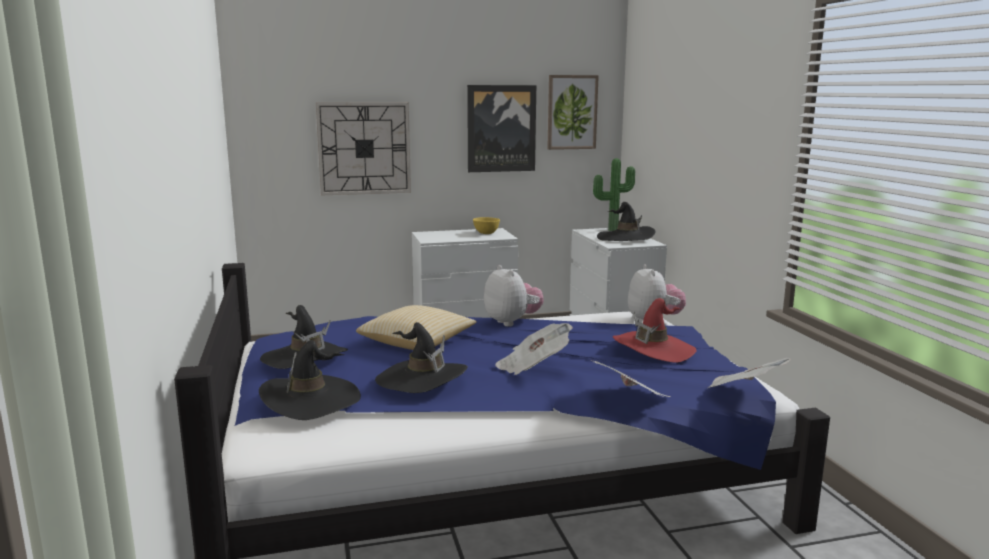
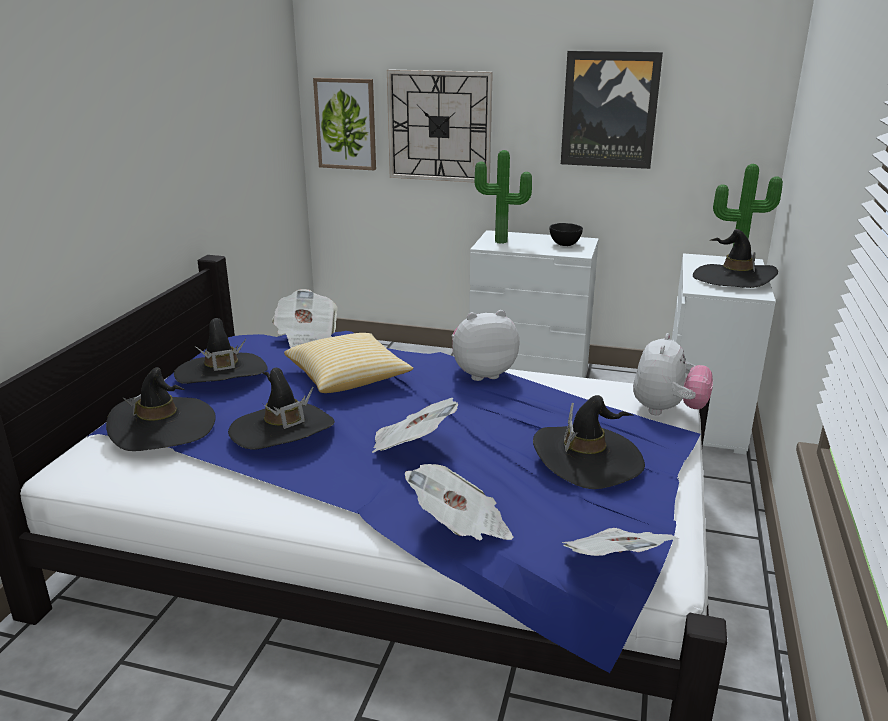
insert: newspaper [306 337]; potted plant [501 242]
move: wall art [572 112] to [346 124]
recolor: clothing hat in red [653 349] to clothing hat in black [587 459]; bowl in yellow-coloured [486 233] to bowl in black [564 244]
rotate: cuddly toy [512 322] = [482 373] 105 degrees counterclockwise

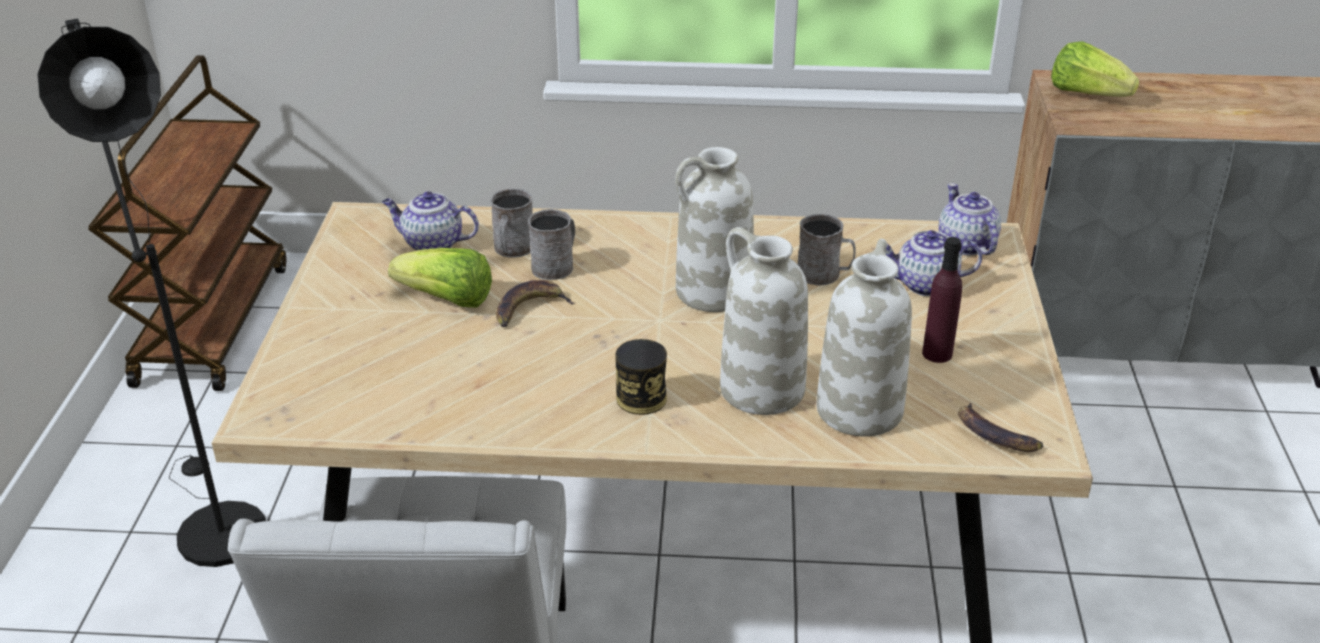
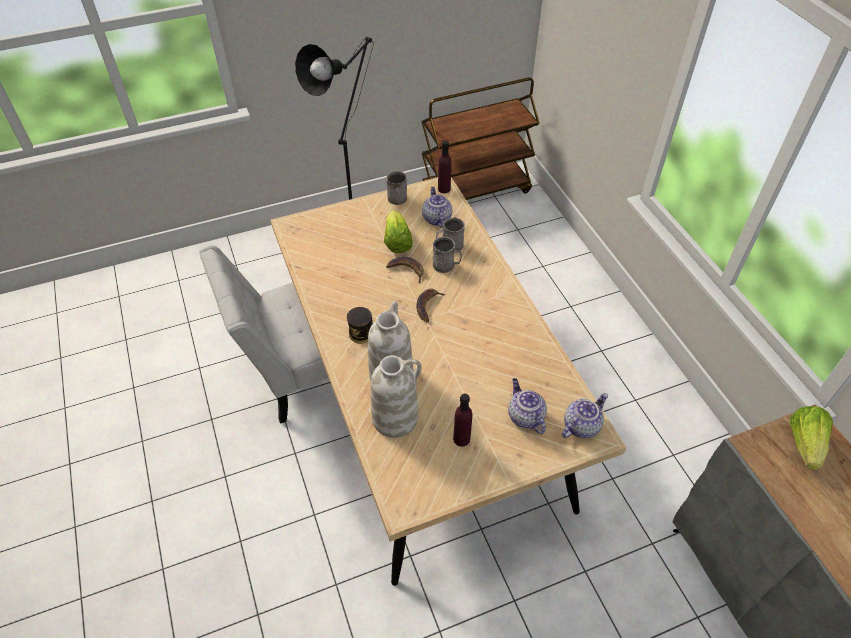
delete: flower vase in white-coloured [713 292]
insert: beverage bottle in purple-coloured [444 189]
move: coffee mug in greyish [824 274] to [397 200]; banana [993 435] to [428 306]

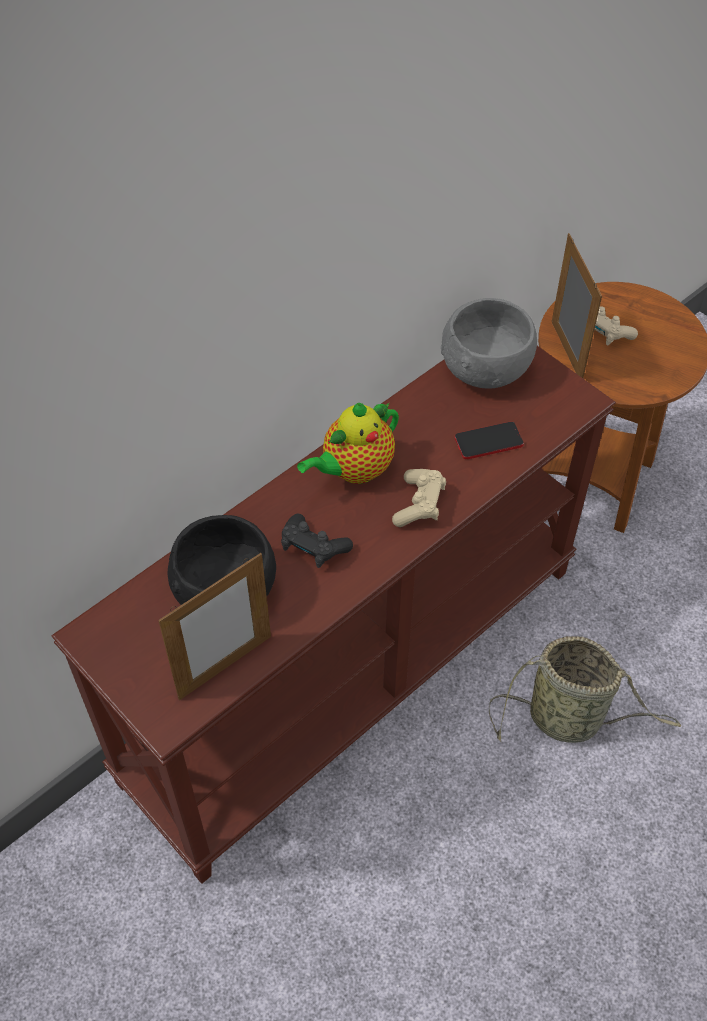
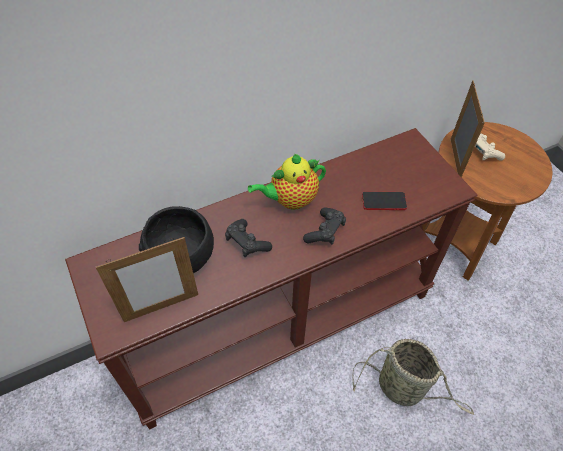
delete: bowl in greyish [486 369]
recolor: game controller in beige [419 505] to game controller in black [325 232]

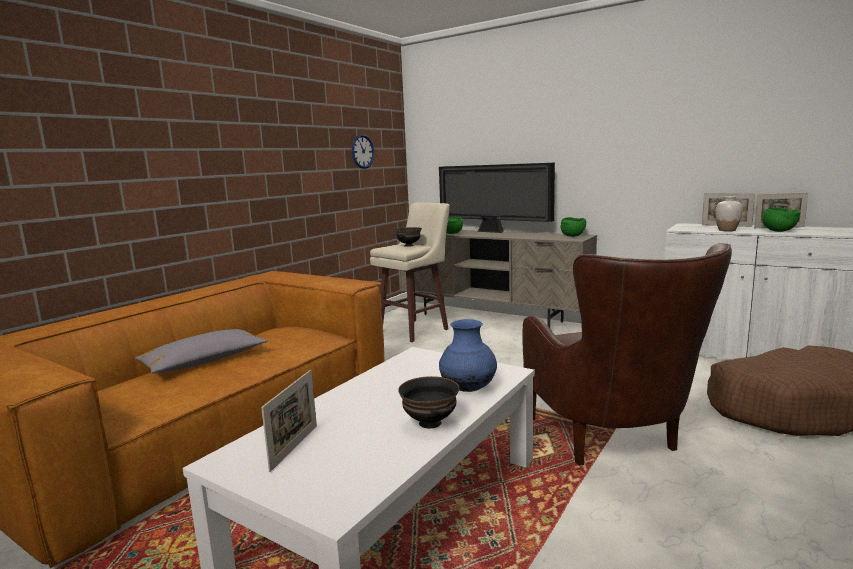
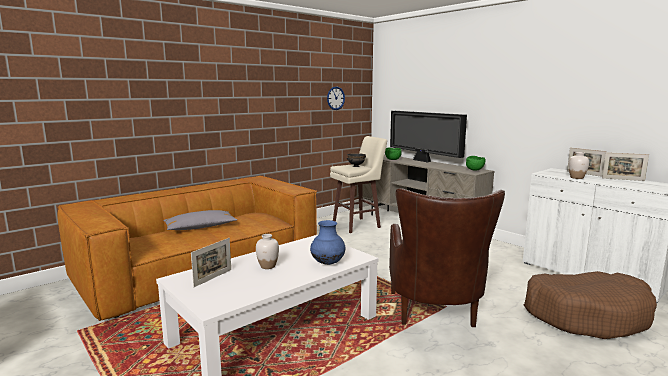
delete: bowl in black [429 423]; bowl in greenish [777 231]
insert: flower vase in white-coloured [267 266]

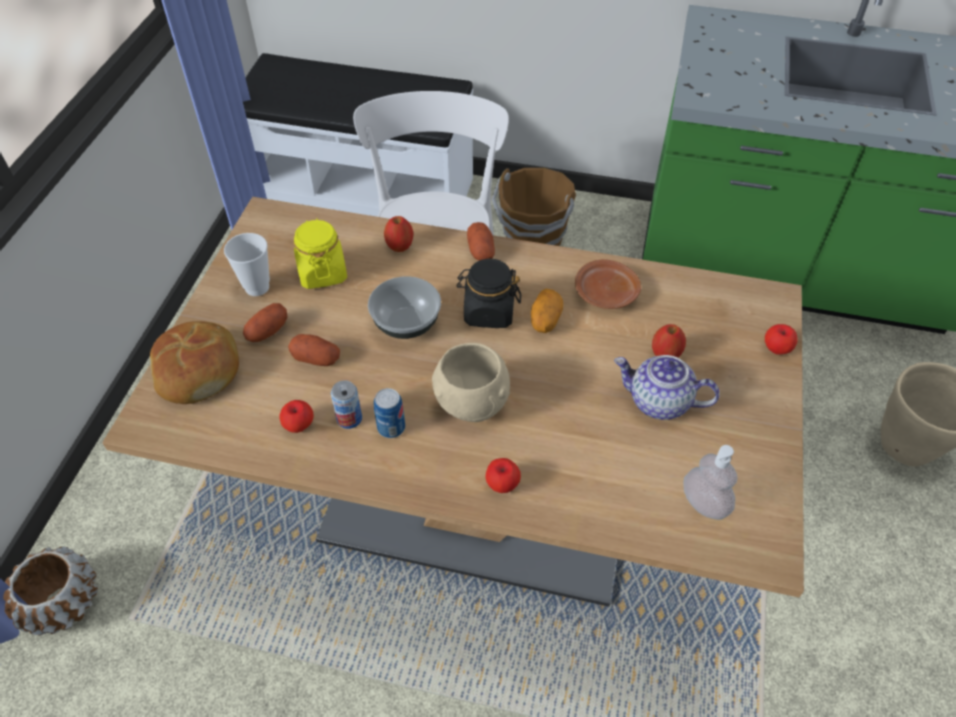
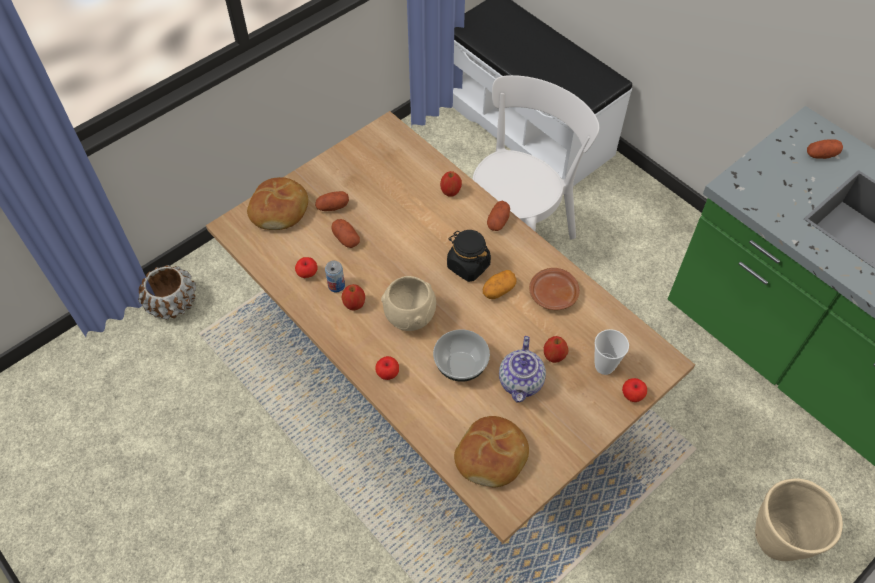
delete: storage jar in yellow-coloured [322 272]; pail in brown-coloured [533 240]
insert: spud [821 155]
move: bowl [407 323] to [461 365]; small cup [257 287] to [604 366]
replace: metal can [391 427] to whole apple [354 304]; soap bottle [704 503] to bakery bread [492 456]
rotate: pot for tea [658 402] = [521 382] 135 degrees counterclockwise

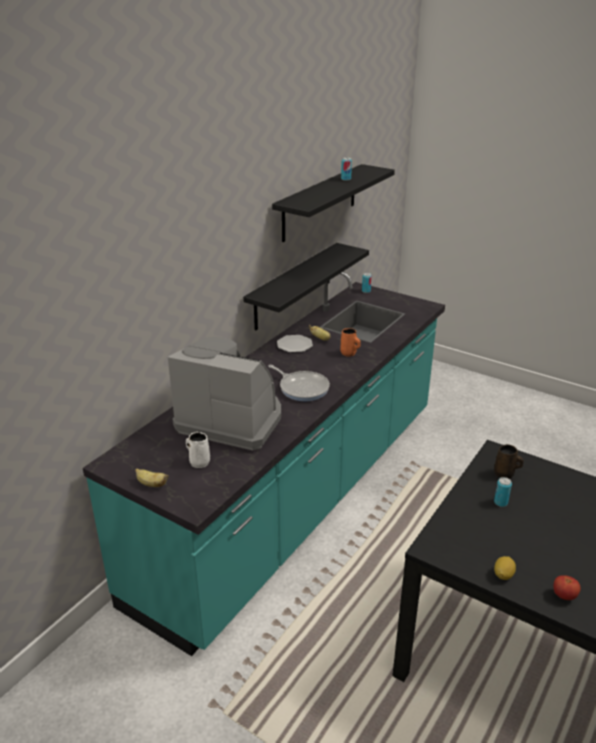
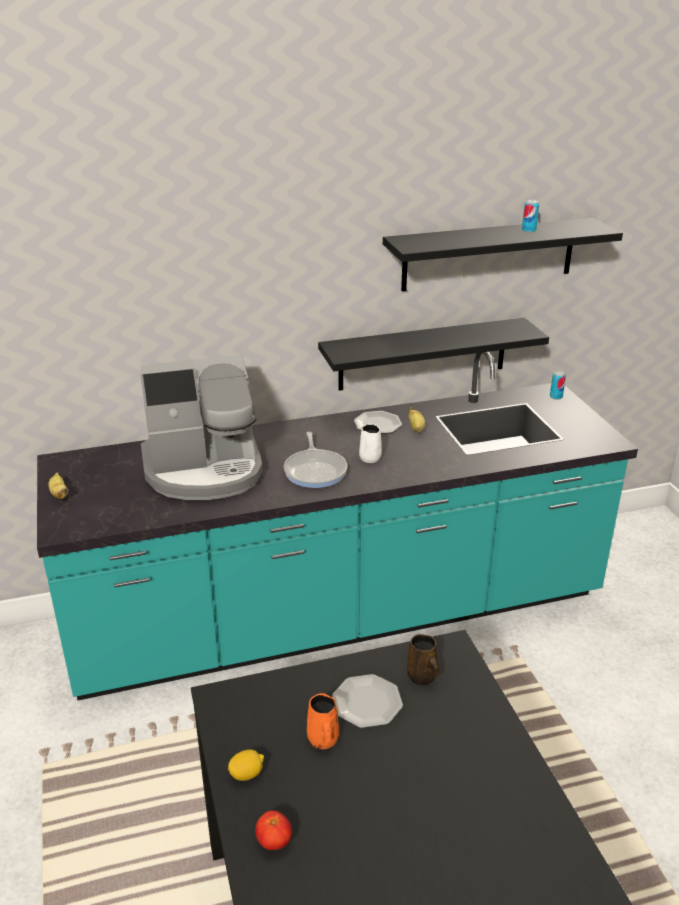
move: coffee mug in orangey [349 353] to [323 740]; coffee mug in white-coloured [199 462] to [370 457]
replace: metal can [500 502] to plate [366 703]
rotate: coffee maker [231 419] = [204 470] 105 degrees clockwise

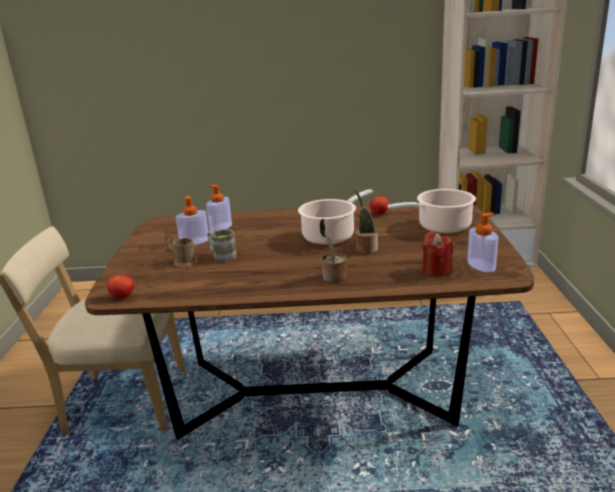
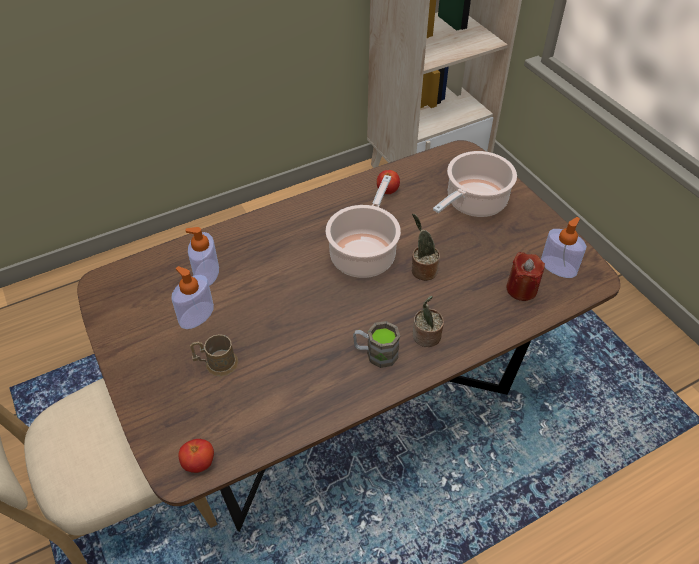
move: coffee mug in brown-coloured [221 256] to [375 353]

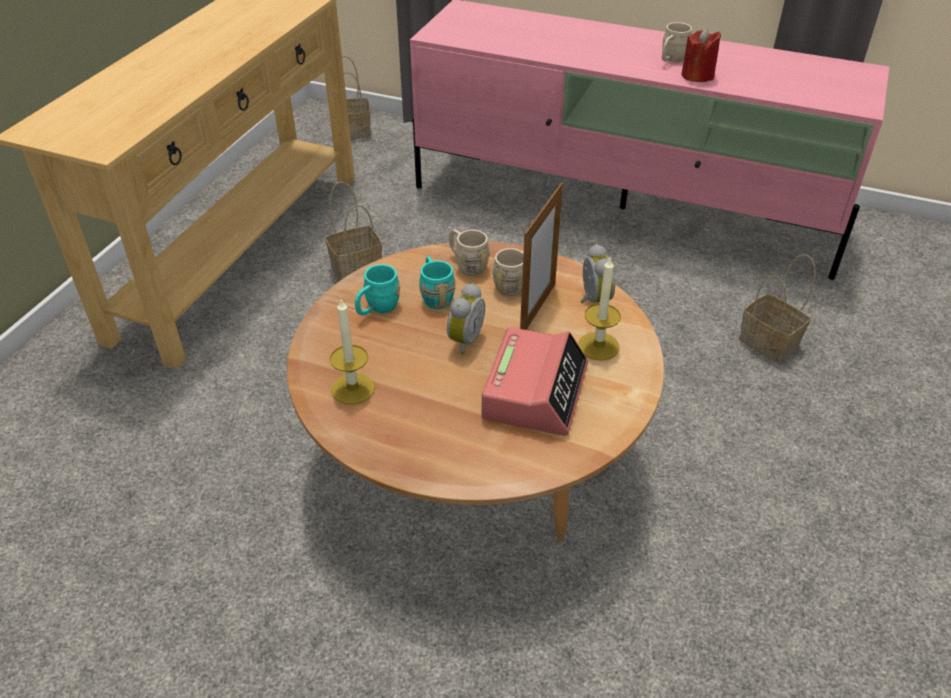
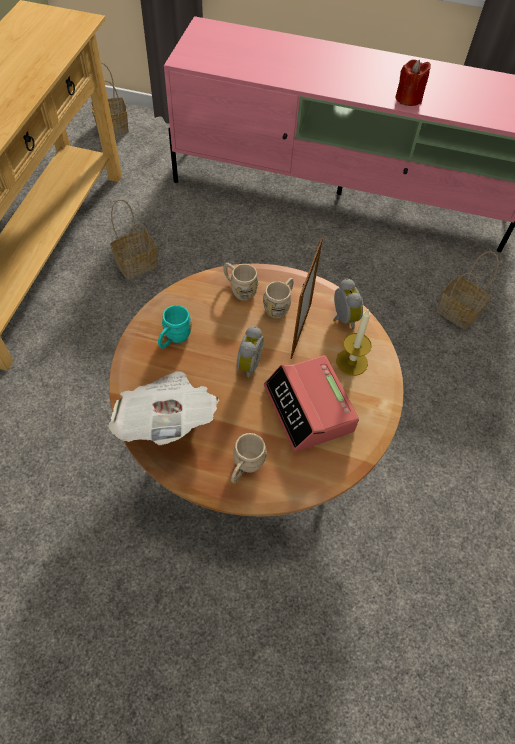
delete: coffee mug in blue-green [435 295]
move: coffee mug in beige [671 59] to [245 467]
replace: candle [353 388] to newspaper [167 419]
rotate: table clock [535 391] = [309 409] 150 degrees clockwise

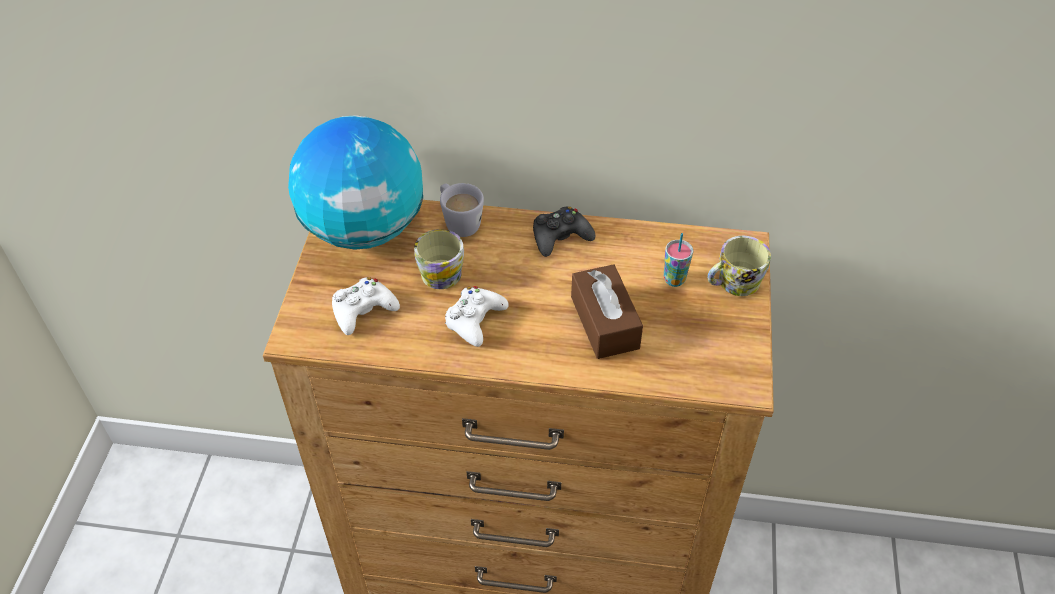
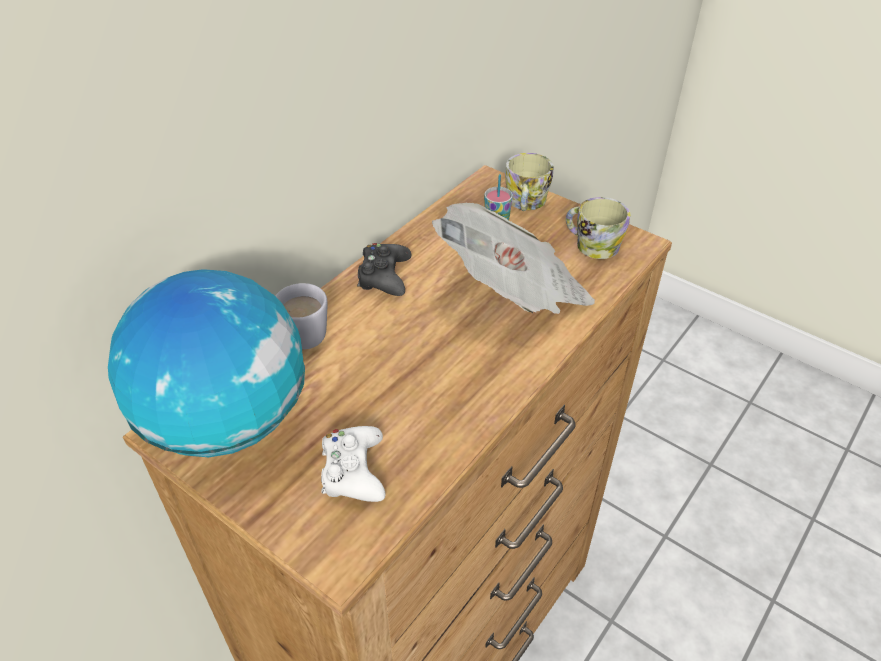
delete: game controller in white-coloured [474 320]
move: coffee mug [442 270] to [591 244]
replace: box of tissues in brown-coloured [604 322] to newspaper [514 292]

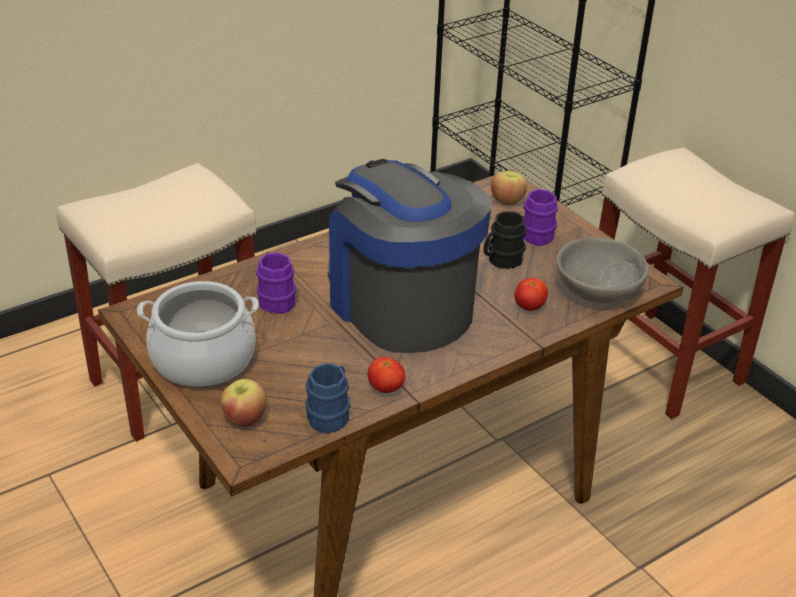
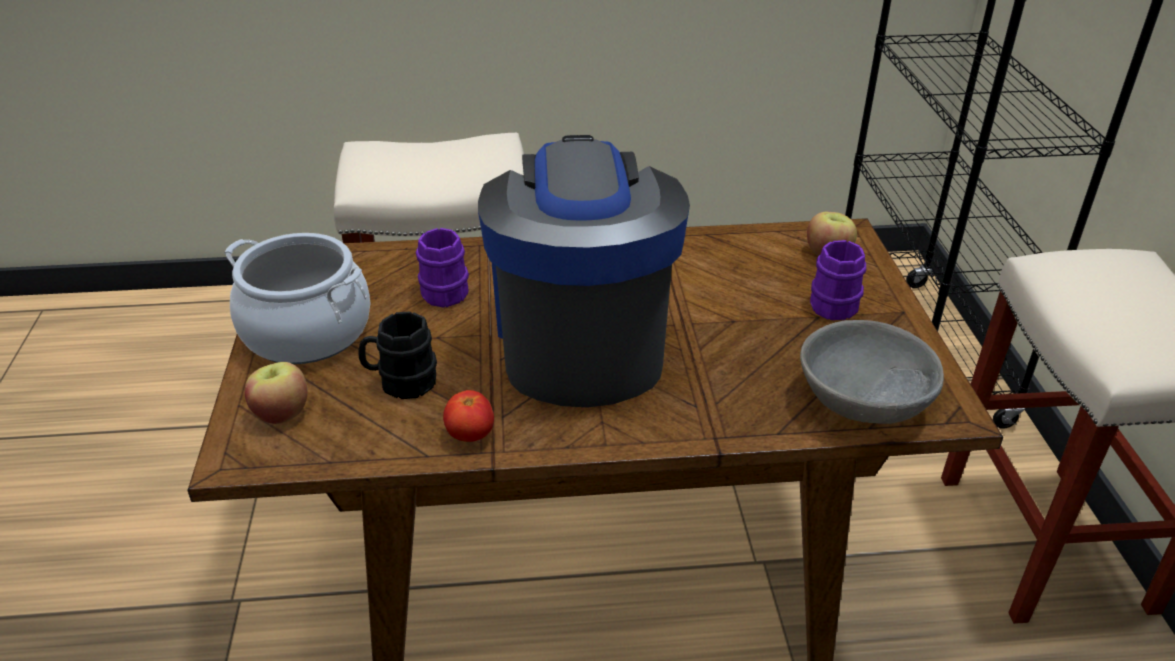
delete: coffee mug in blue [331 414]; tomato [529 307]
move: coffee mug in black [501 260] to [401 382]

